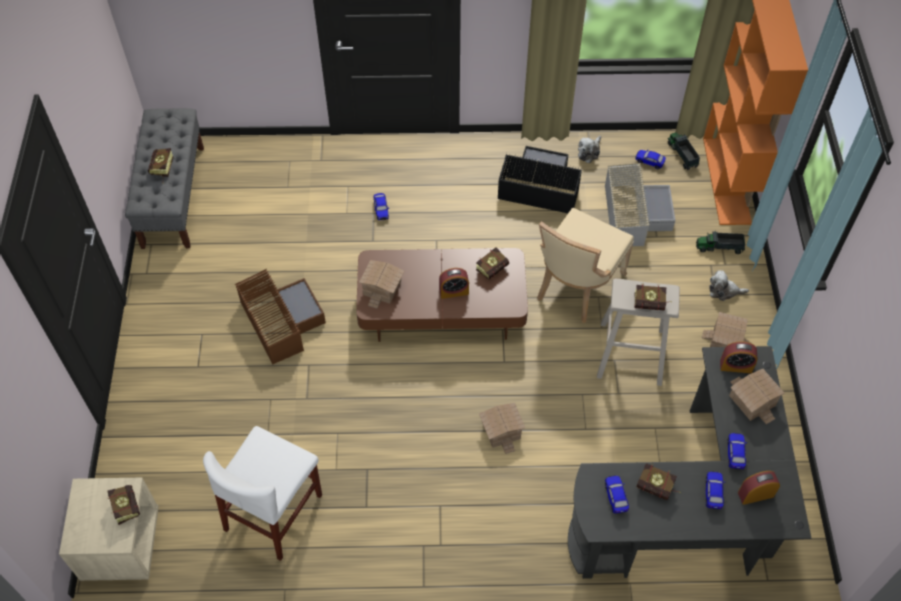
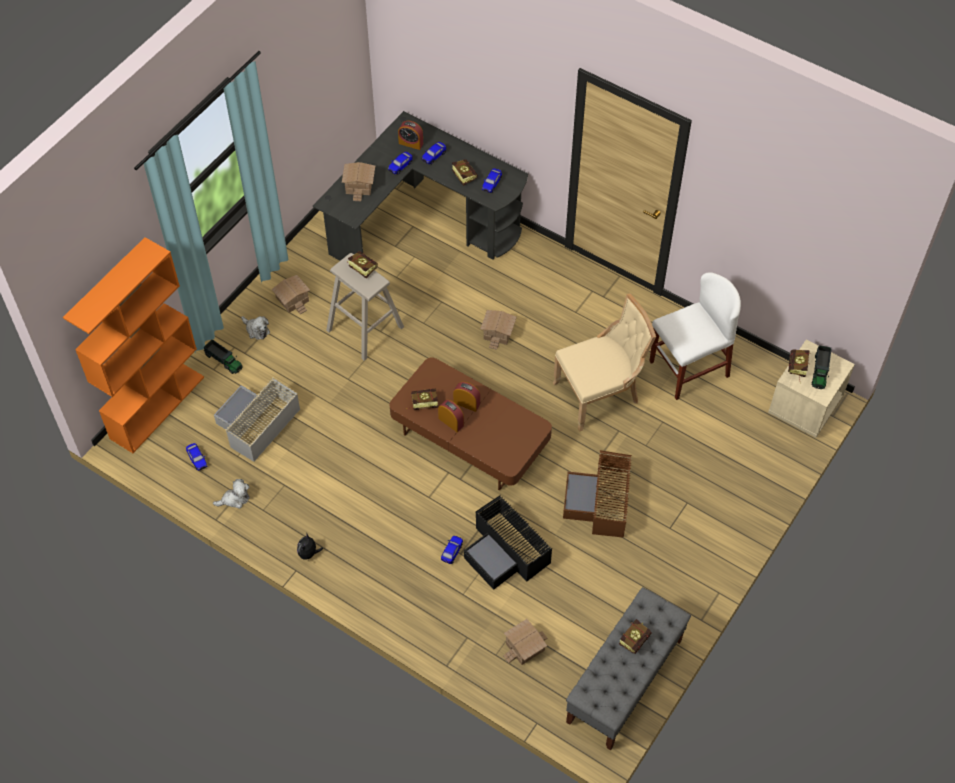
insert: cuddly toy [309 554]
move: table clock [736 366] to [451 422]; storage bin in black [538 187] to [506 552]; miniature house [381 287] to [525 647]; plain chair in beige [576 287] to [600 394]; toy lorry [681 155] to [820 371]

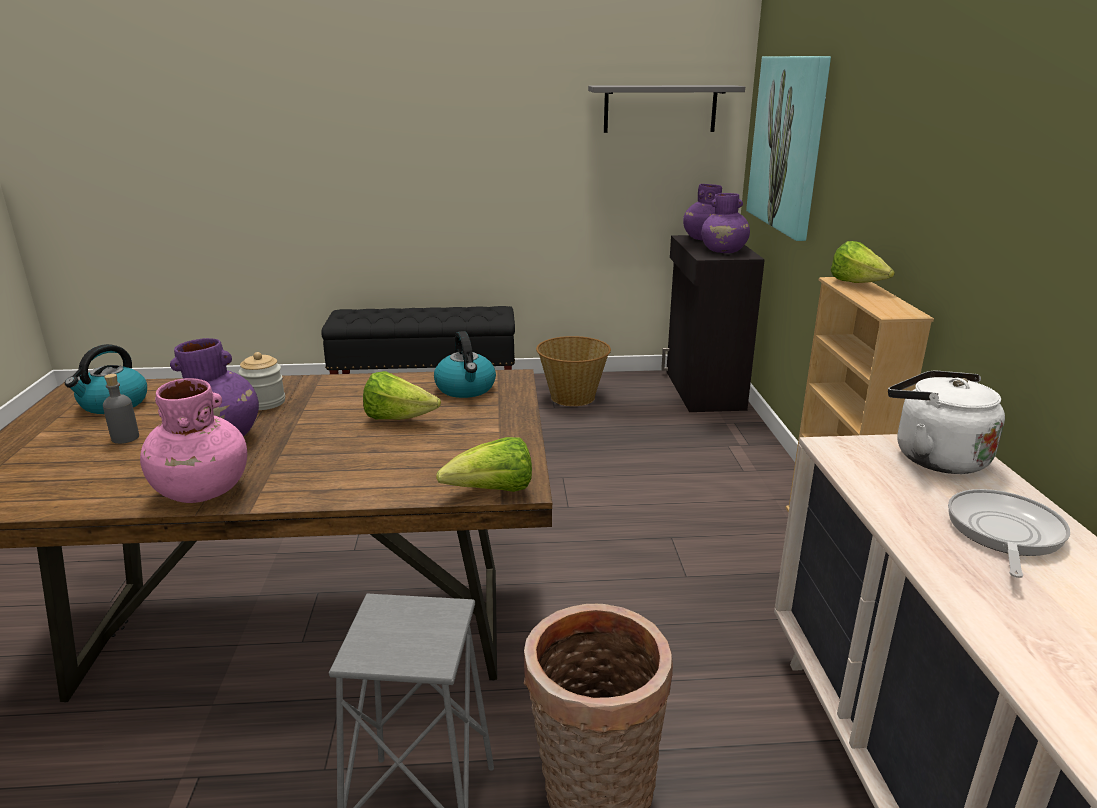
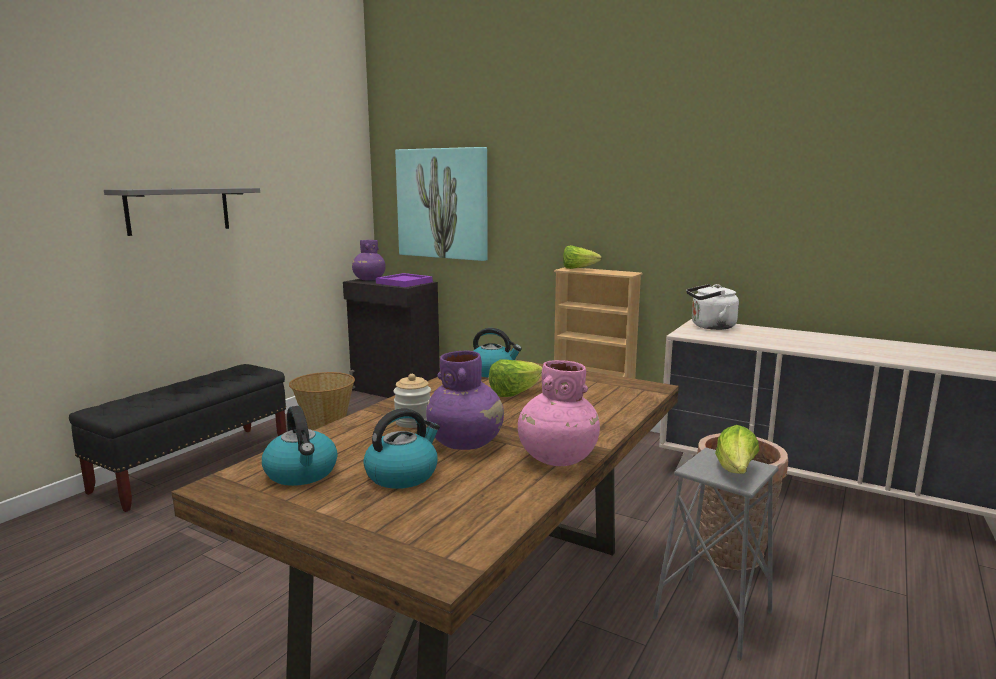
delete: skillet [1003 533]
move: bracket shelf in greyish [660 109] to [178 210]; lettuce [492 492] to [735 471]
replace: beverage bottle in greyish [125 438] to tea kettle [402 475]; flower vase in purple-coloured [724 251] to serving tray in purple-coloured [405 282]

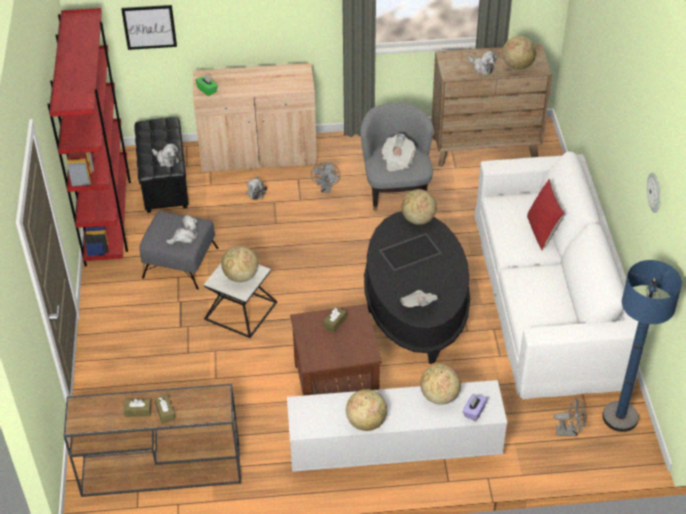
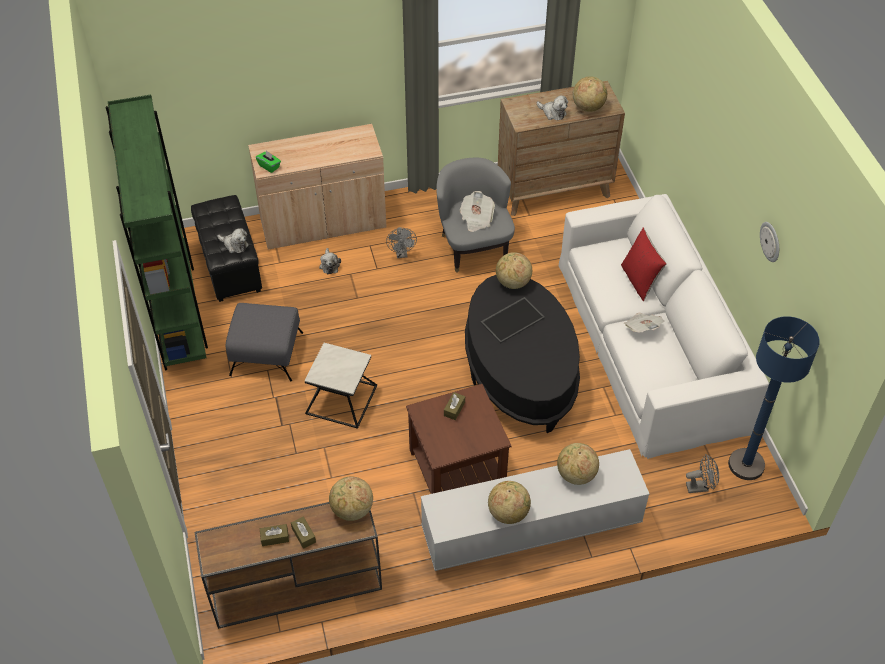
delete: wall art [149 27]; cuddly toy [184 237]; box of tissues in purple-coloured [474 412]
move: globe [240 276] to [352 510]; newspaper [418 305] to [642 328]
recolor: shelving unit in red [108 217] to shelving unit in greenish [178 311]

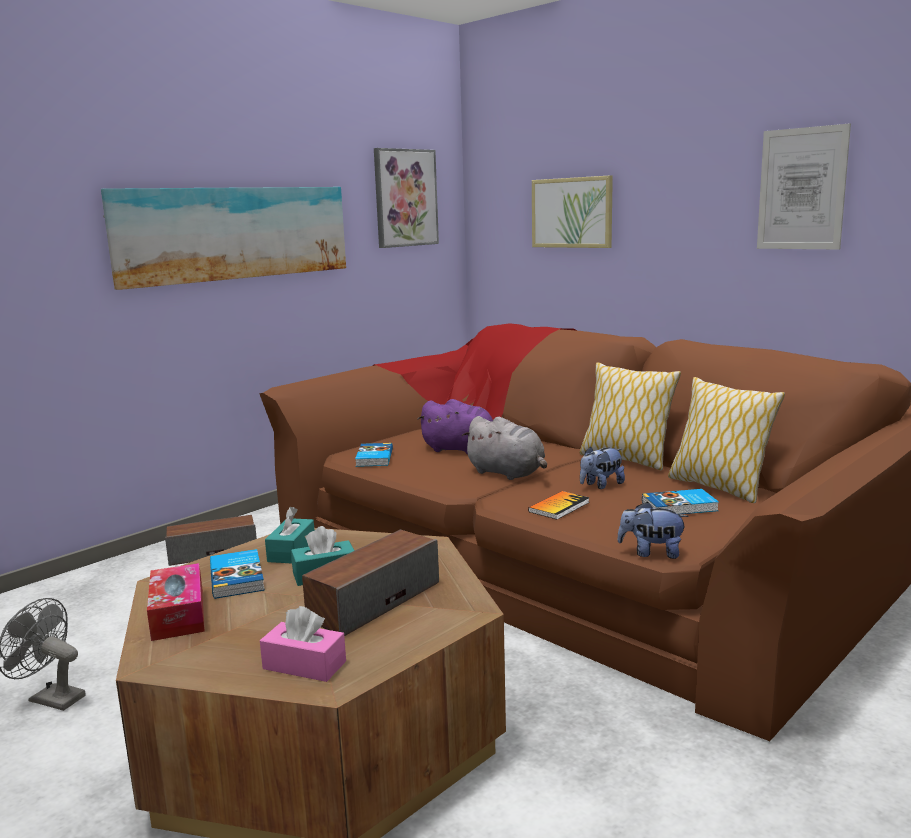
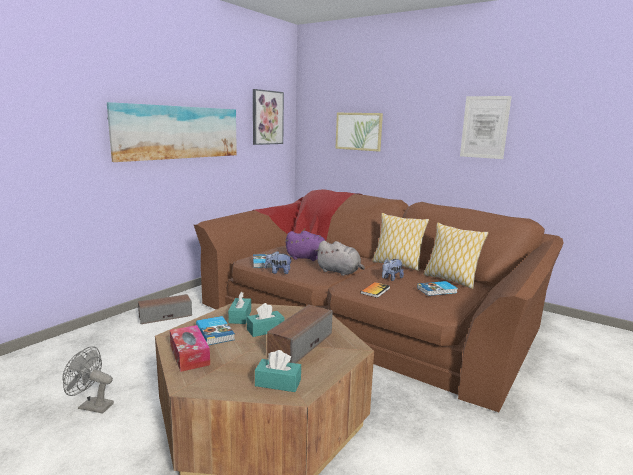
move: cuddly toy [651 553] to [278 272]
recolor: box of tissues in pink [304 665] to box of tissues in blue-green [278 383]

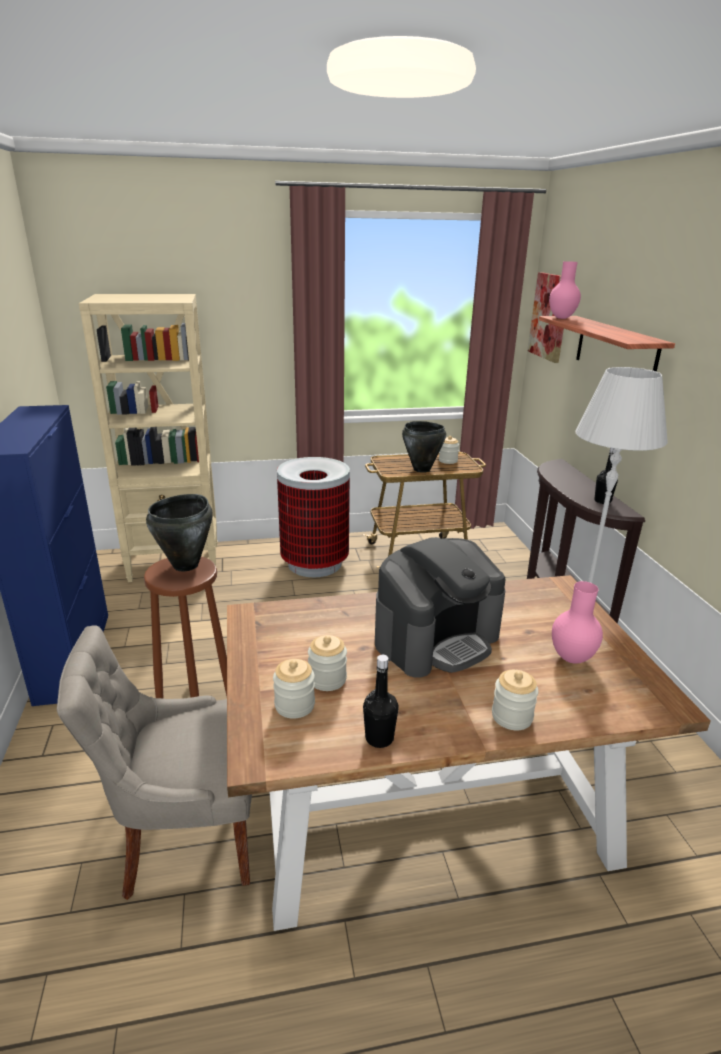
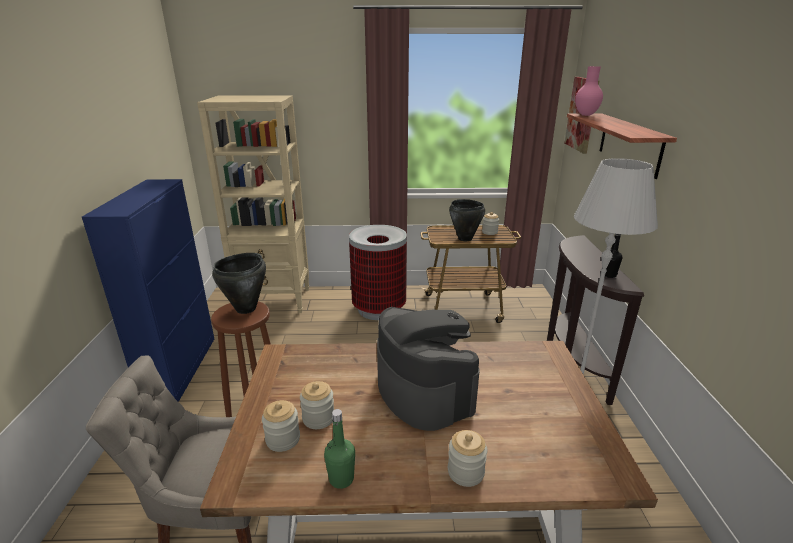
delete: flower vase in pink [572 659]
recolor: beverage bottle in black [379 738] to beverage bottle in greenish [341 479]
rotate: coffee maker [436 639] = [424 390] 90 degrees counterclockwise

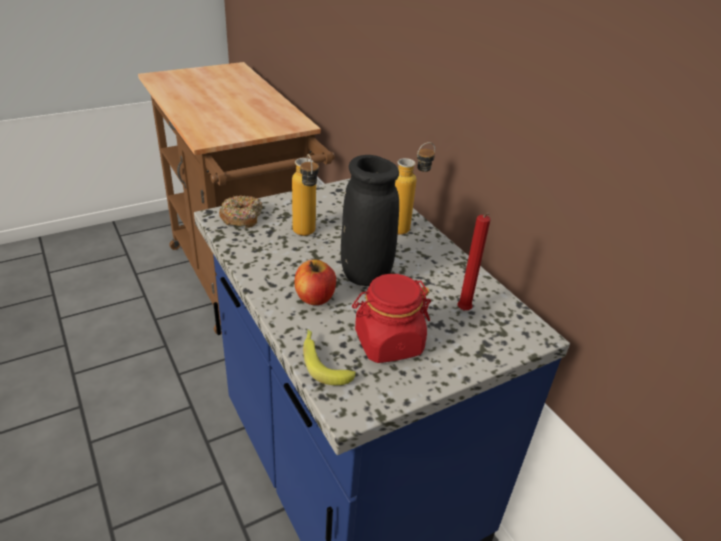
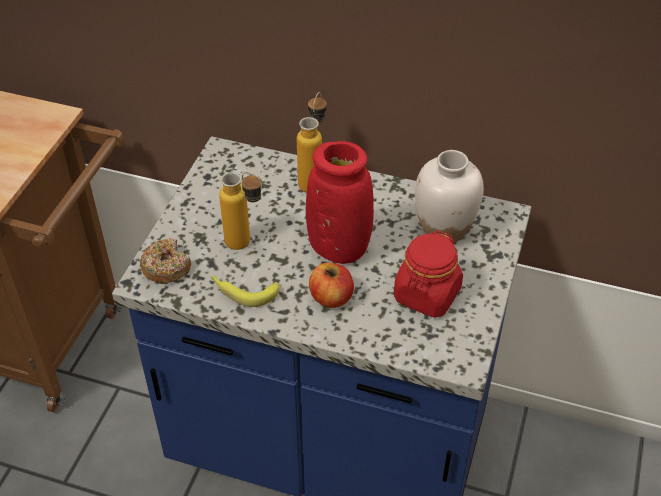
move: banana [323 361] to [243 291]
replace: candle in red [464 312] to flower vase in white-coloured [444 230]
recolor: flower vase in black [365 273] to flower vase in red [339 248]

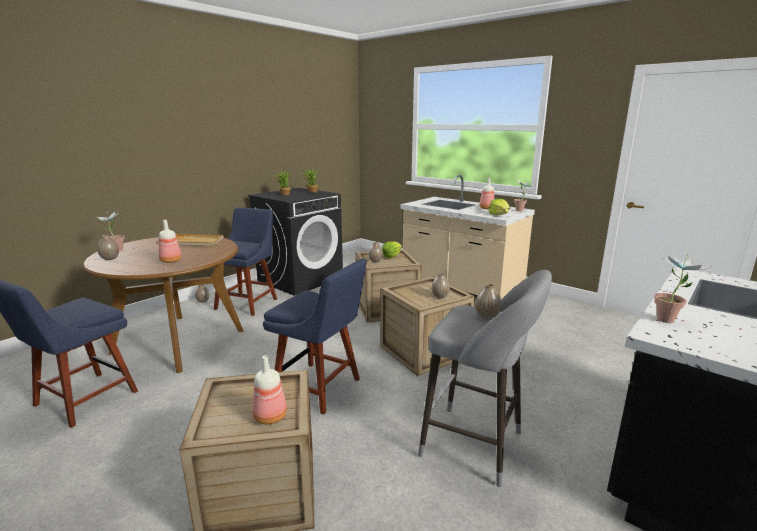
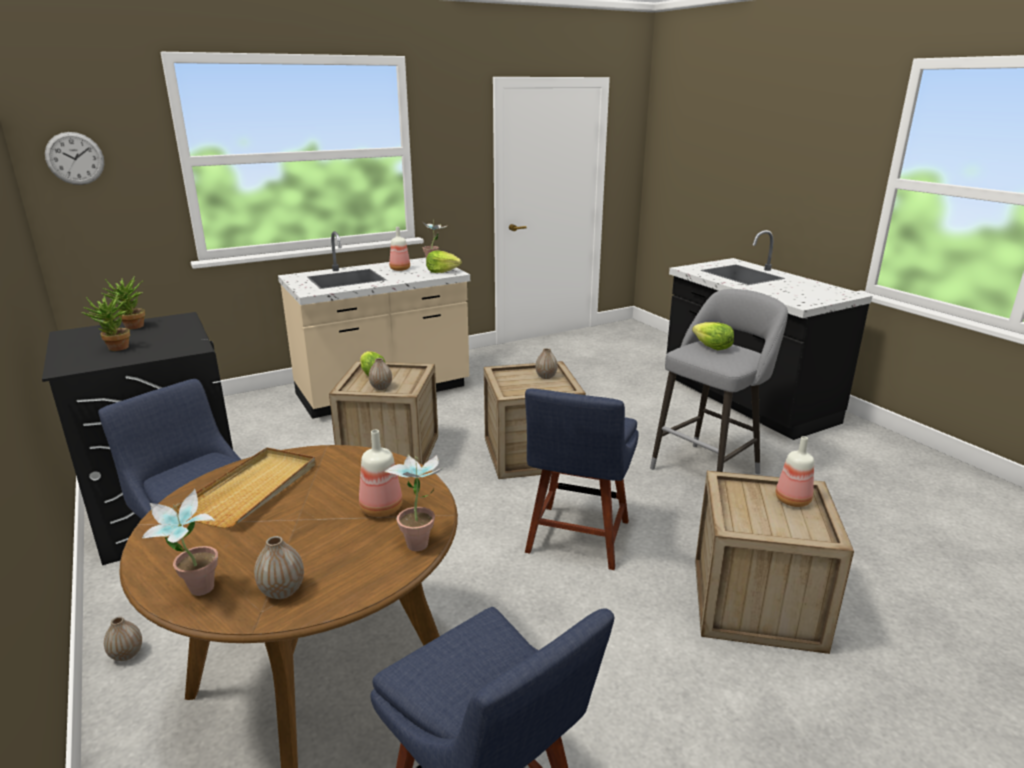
insert: clock on the wall [75 158]
move: potted plant [671 319] to [420 540]
replace: flower vase [487 316] to lettuce [712 347]
rotate: plain chair in blue [320 388] = [576 540] 150 degrees clockwise

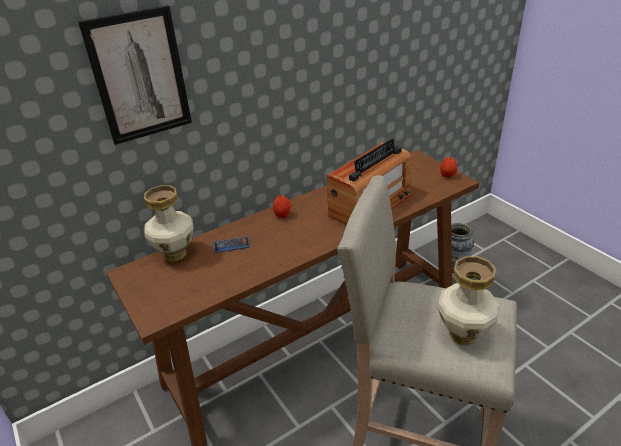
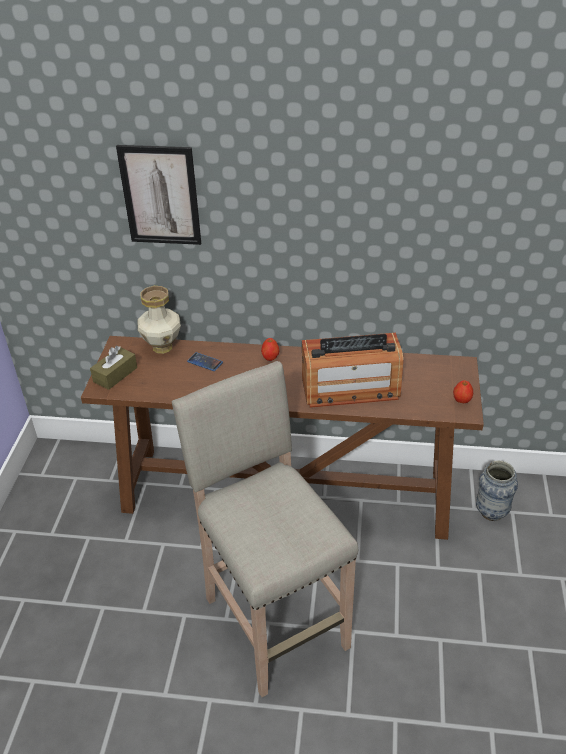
delete: flower vase [463 334]
insert: box of tissues in brown-coloured [115 374]

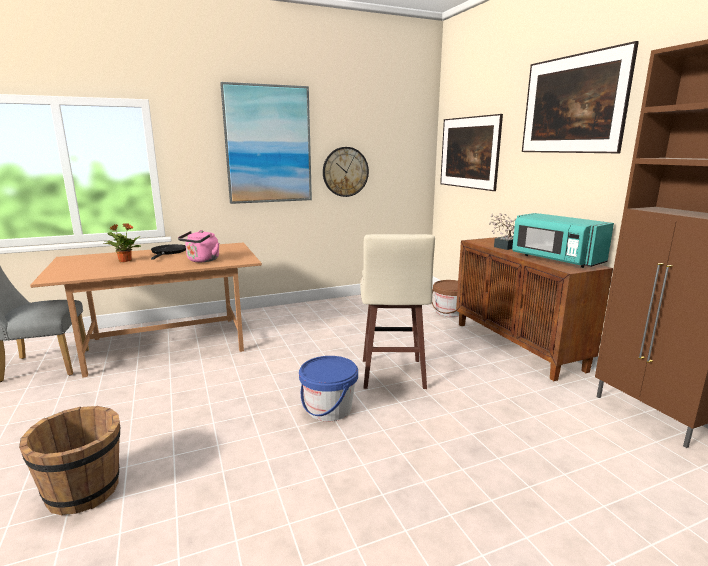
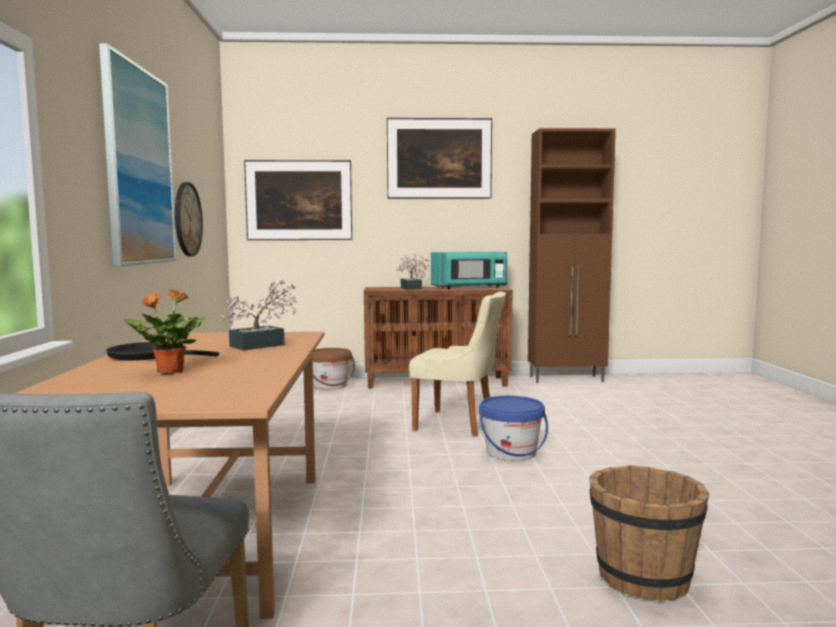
replace: tea kettle in pink [202 260] to potted plant [263 345]; sitting stool in beige [392 375] to plain chair in beige [458 423]

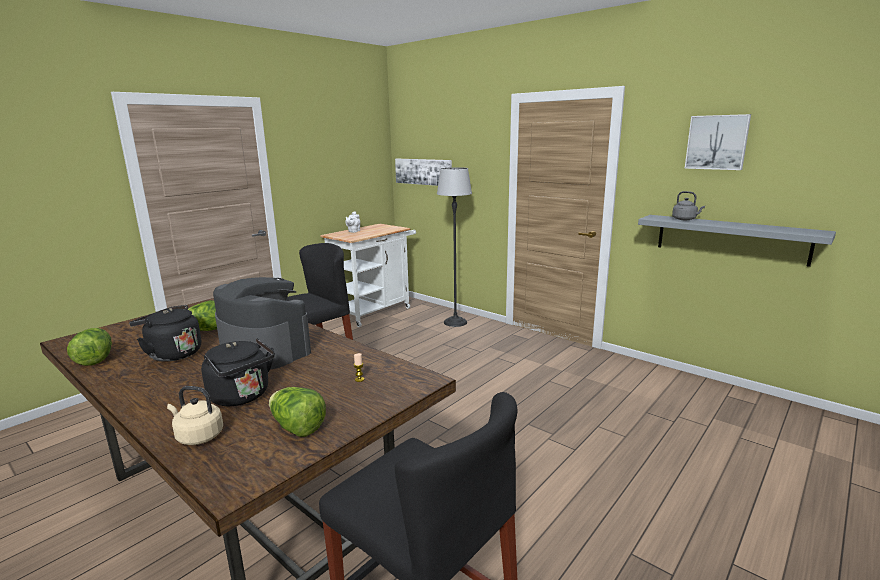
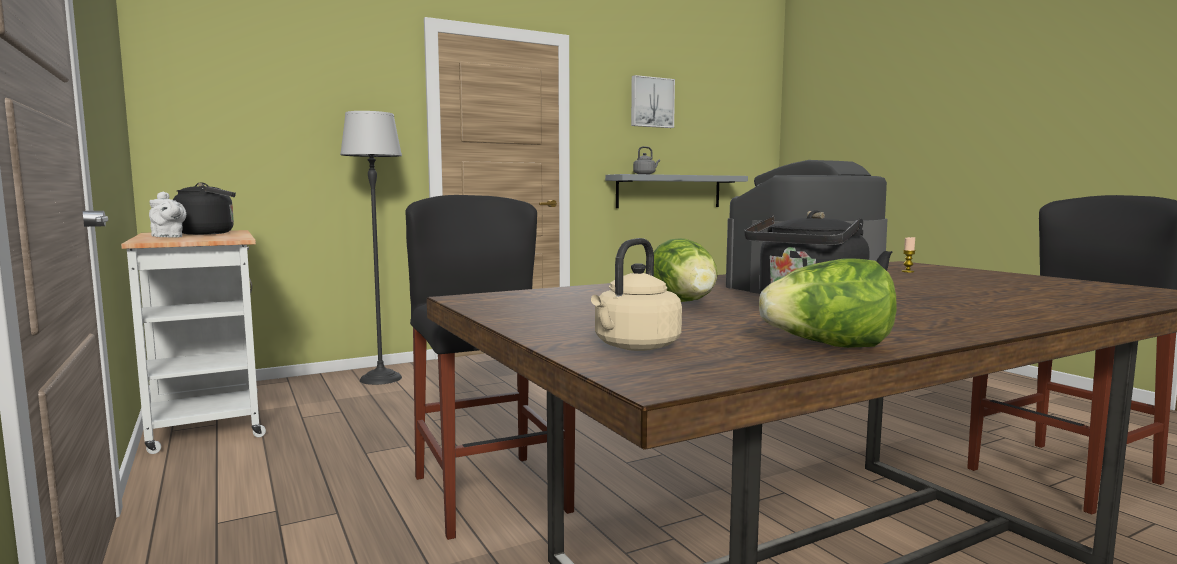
delete: lettuce [297 428]; wall art [423 171]
move: tea kettle in black [242 396] to [210 233]; tea kettle in beige [198 436] to [634 347]

